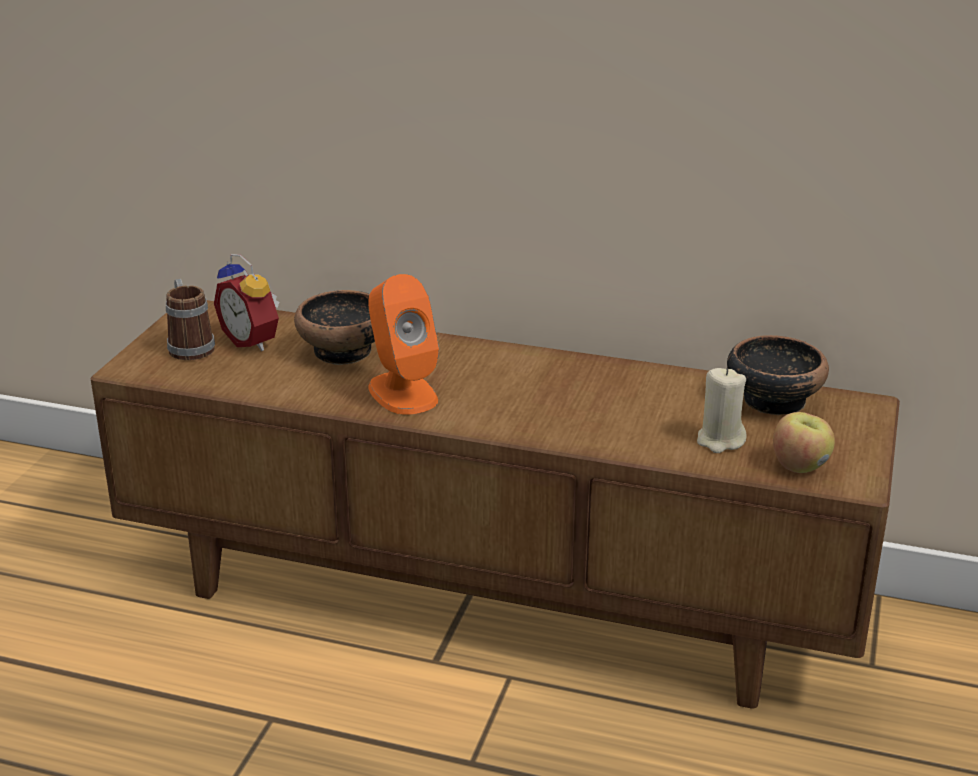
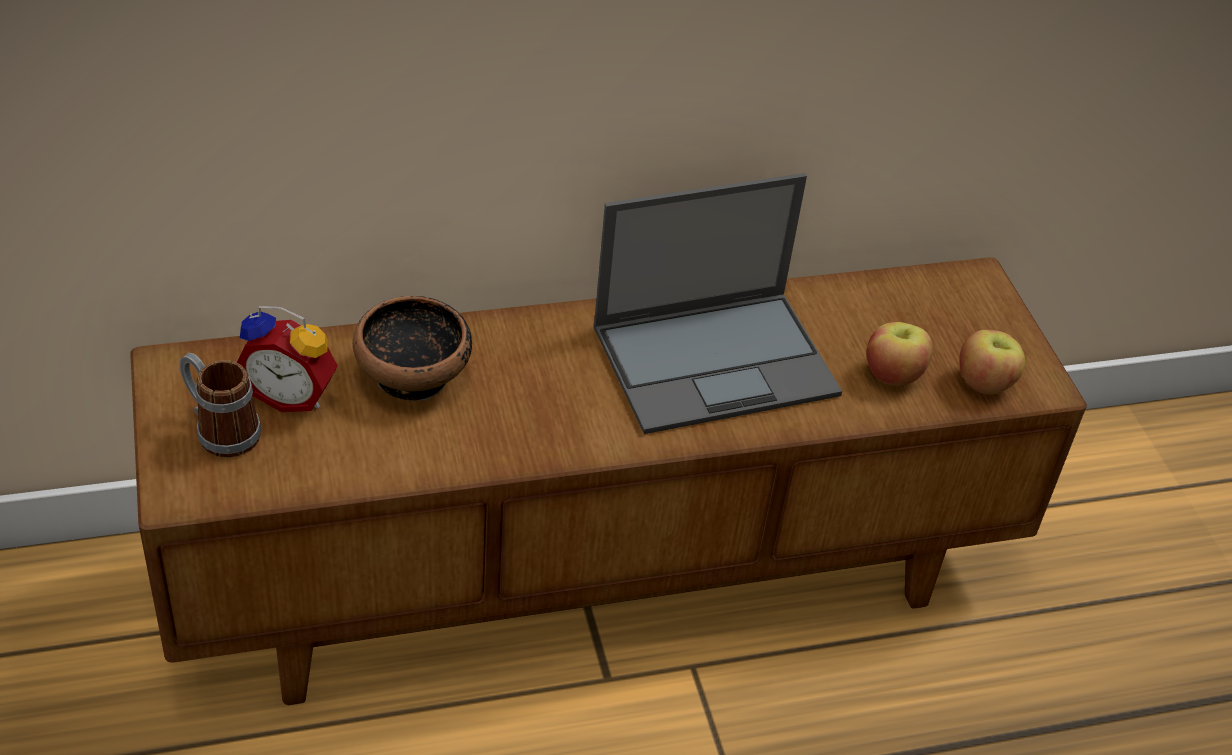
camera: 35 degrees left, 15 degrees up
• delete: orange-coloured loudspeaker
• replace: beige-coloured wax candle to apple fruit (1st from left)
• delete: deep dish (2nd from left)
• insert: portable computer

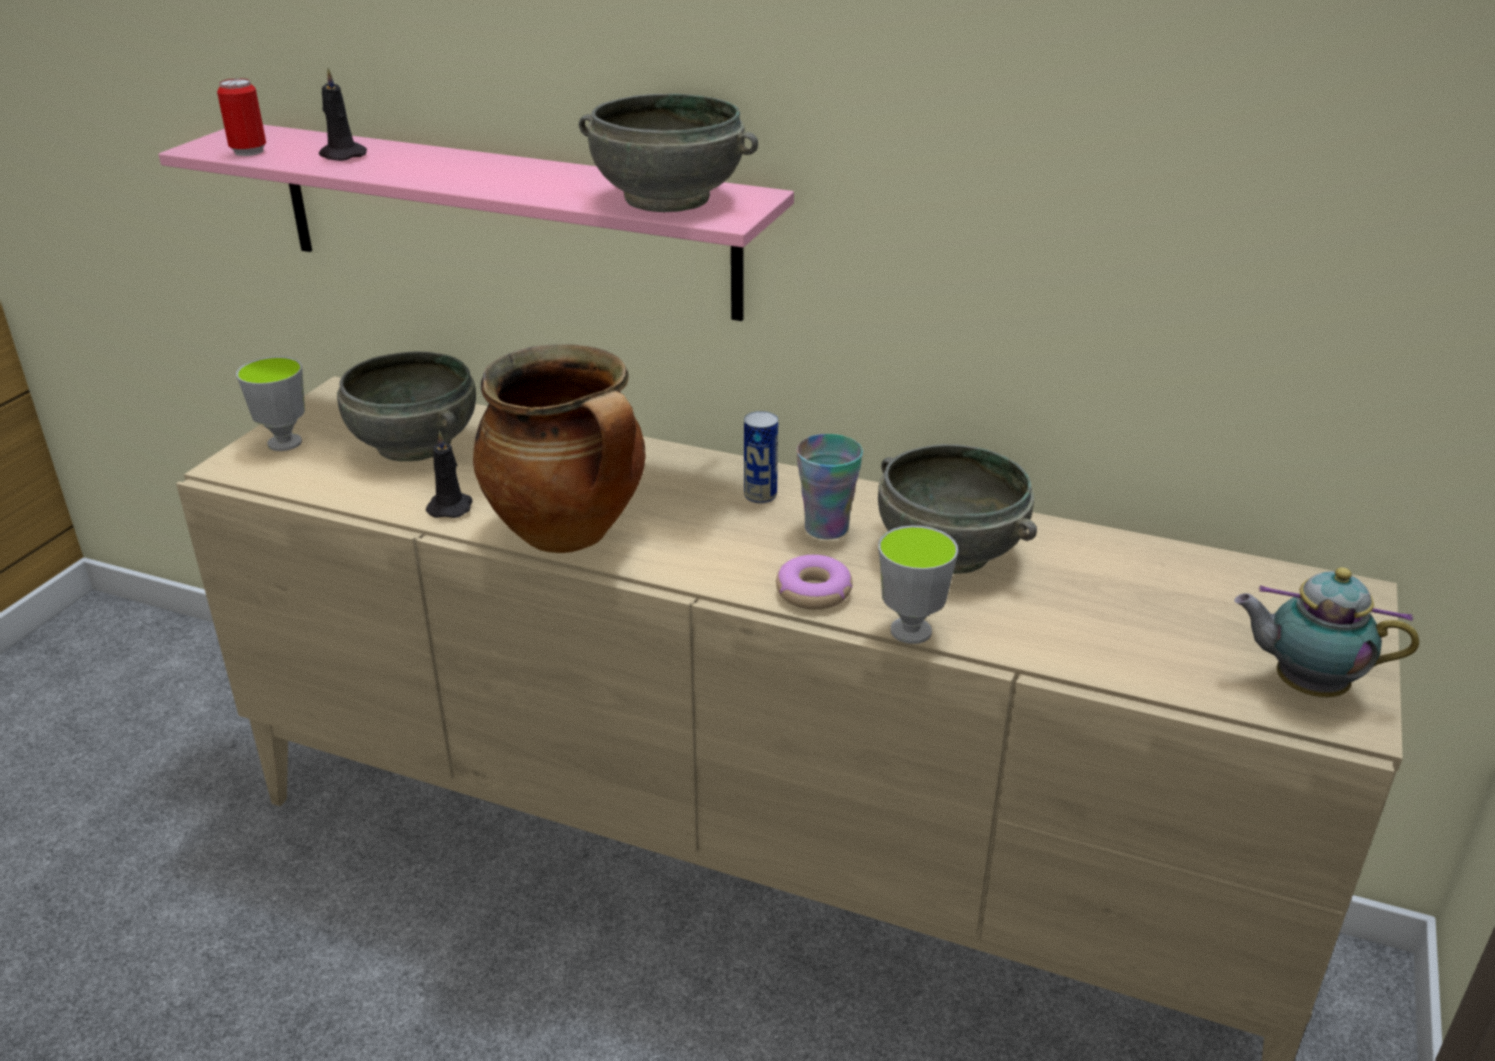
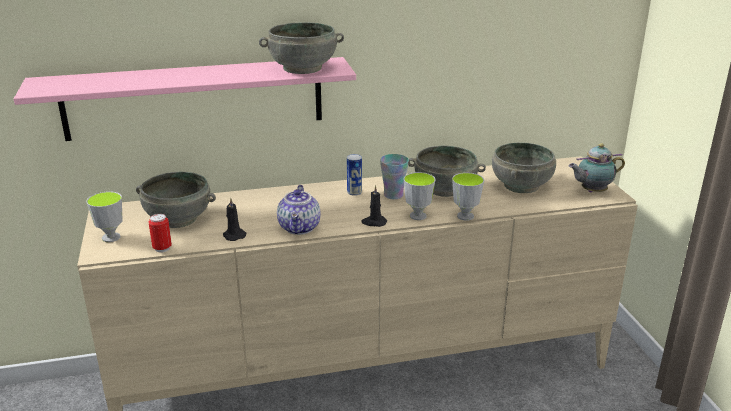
camera: 35 degrees left, 5 degrees down
• move: sealed can (1st from left)
• move: black-coloured wax candle (1st from left in the first image) to black-coloured wax candle (2nd from left)
• replace: stockpot to pot for tea (1st from left)
• replace: ring doughnut to cup (3rd from left)
• insert: grey deep dish (4th from left)

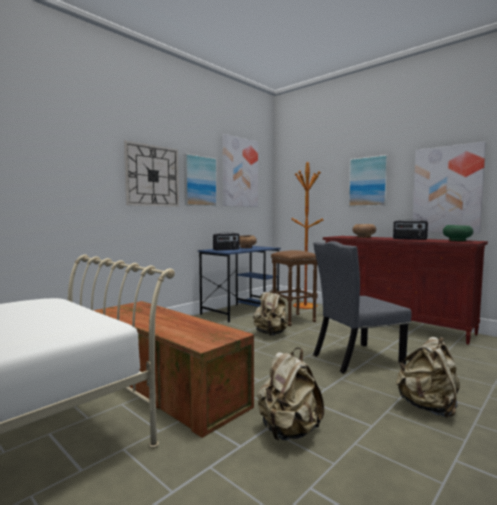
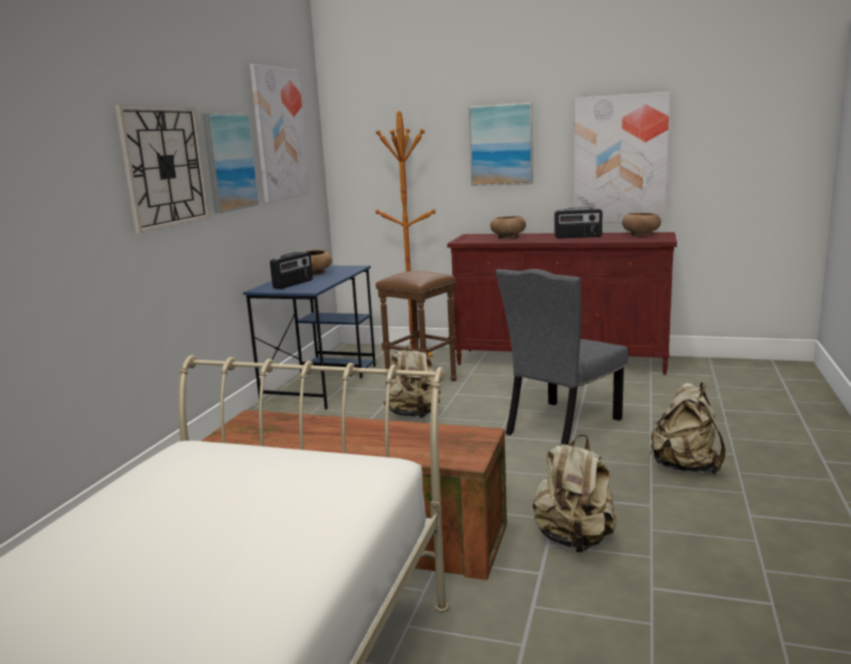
camera: 25 degrees left, 10 degrees up
• recolor: green deep dish to brown-coloured deep dish (3rd from left)

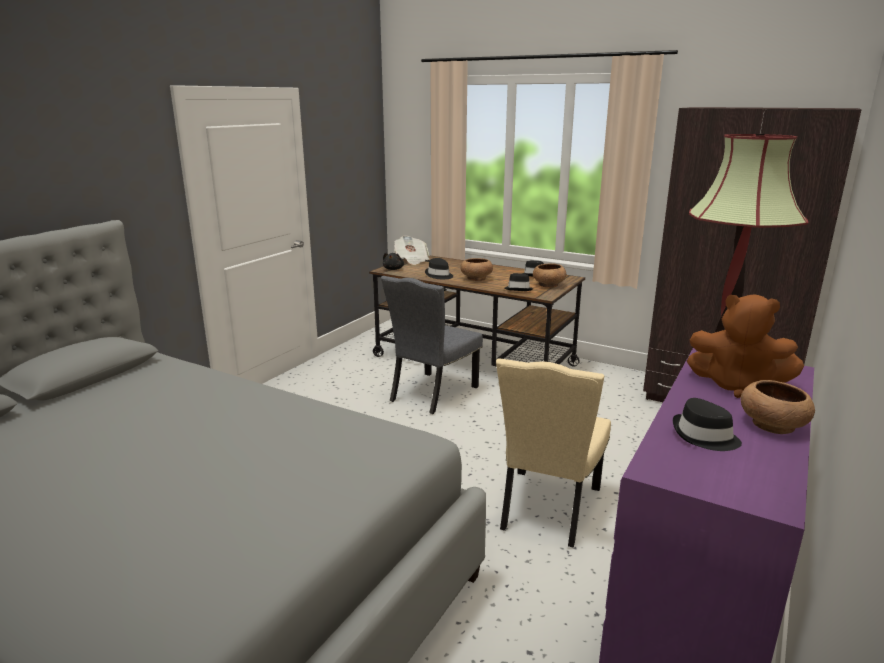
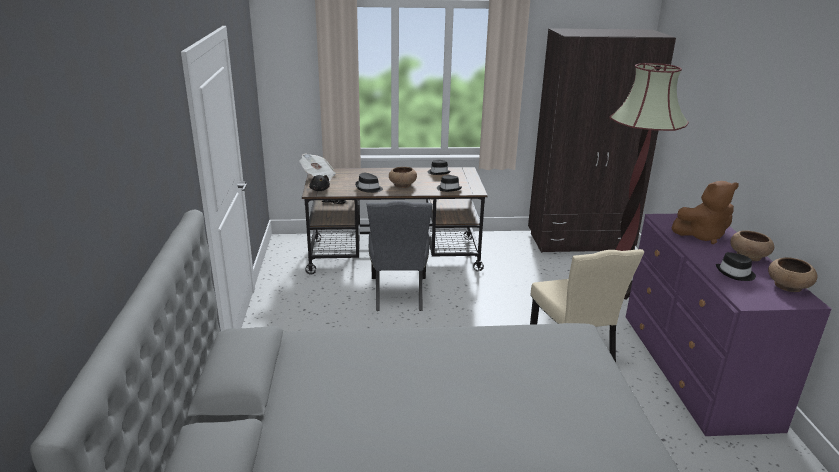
camera: 35 degrees left, 5 degrees up
• move: brown-coloured deep dish (2nd from left in the first image) to brown-coloured deep dish (3rd from left)

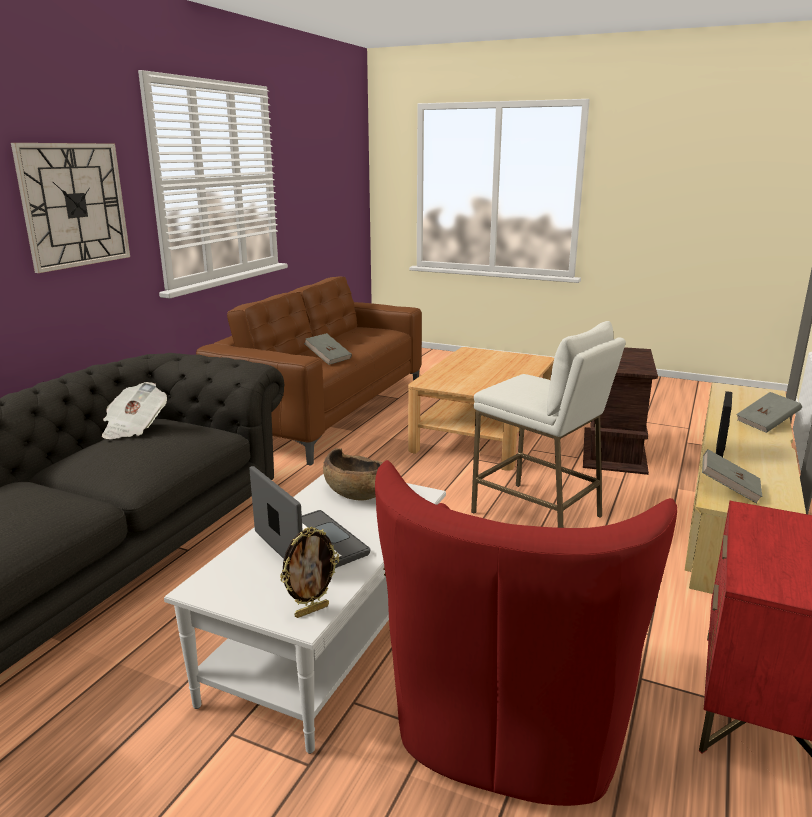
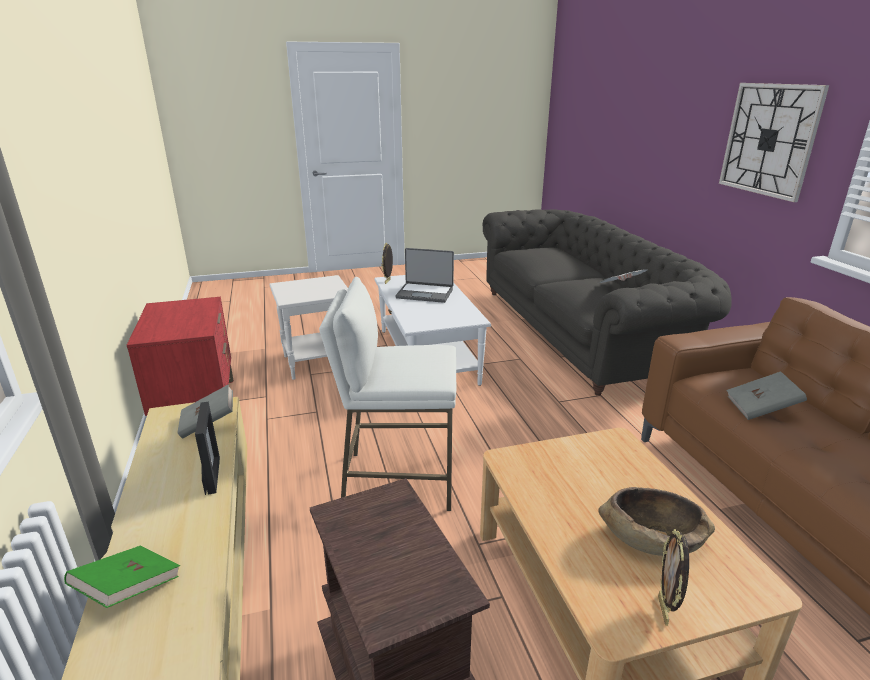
camera: 140 degrees right, 5 degrees up
• move: brown-coloured deep dish
• replace: reddish lounge chair to white-coloured side table
• recolor: grey book (3rd from left) to green book
• insert: standing frame (3rd from left)

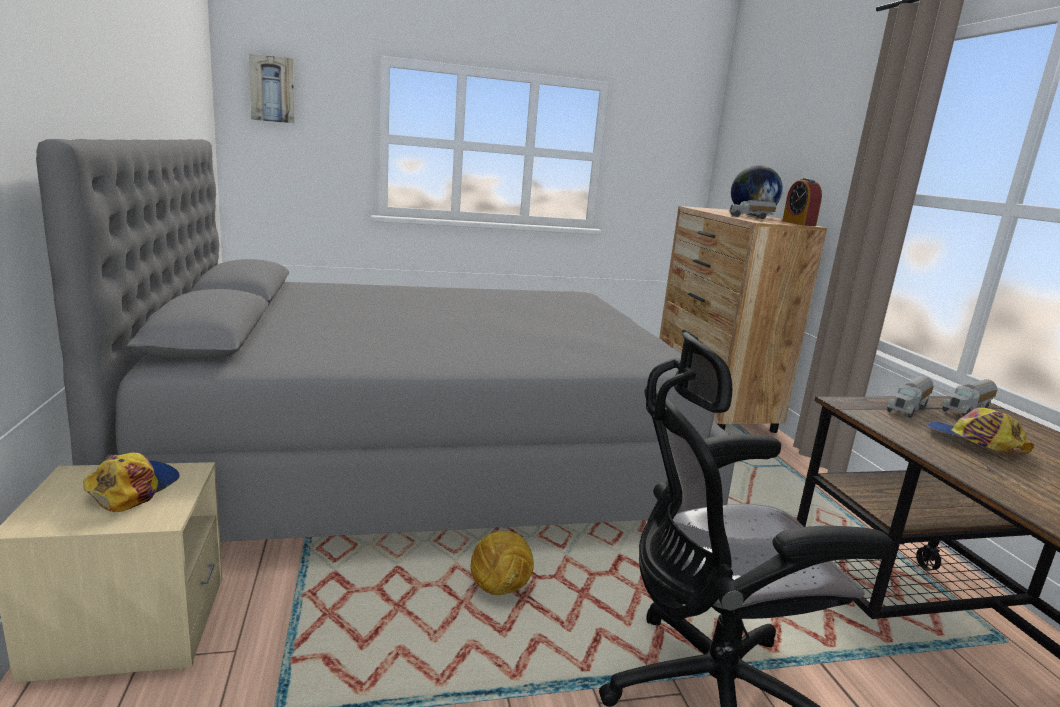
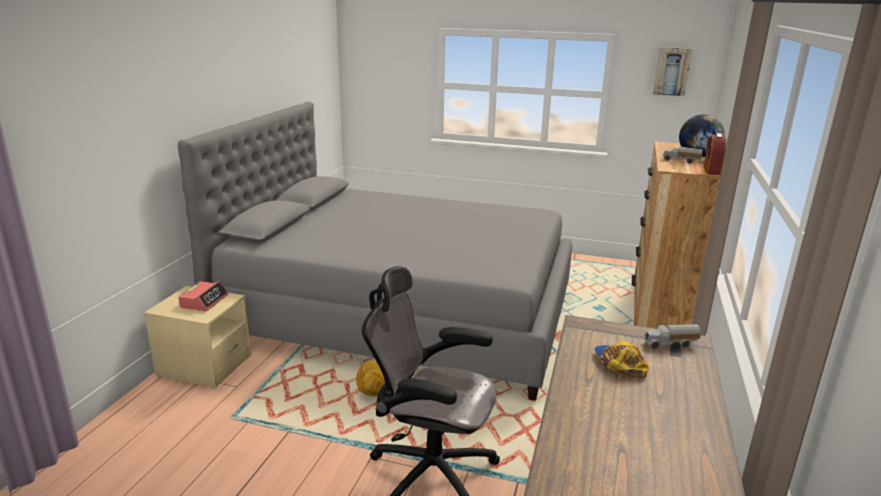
camera: 30 degrees right, 5 degrees up
• replace: cap (1st from left) to alarm clock (1st from left)
• move: picture
• delete: toy truck (2nd from left)

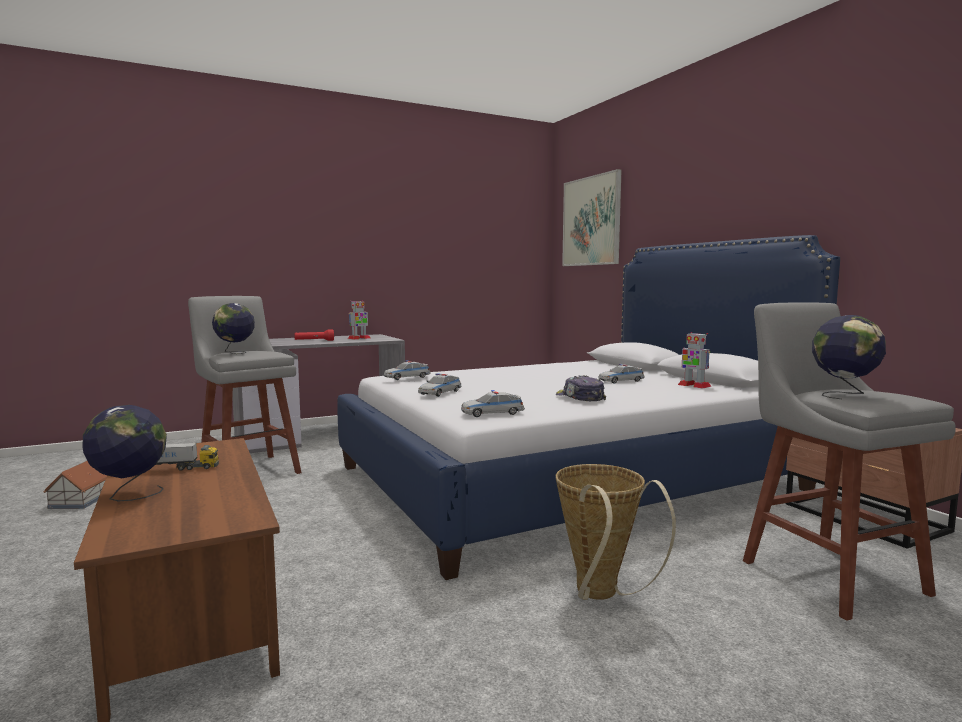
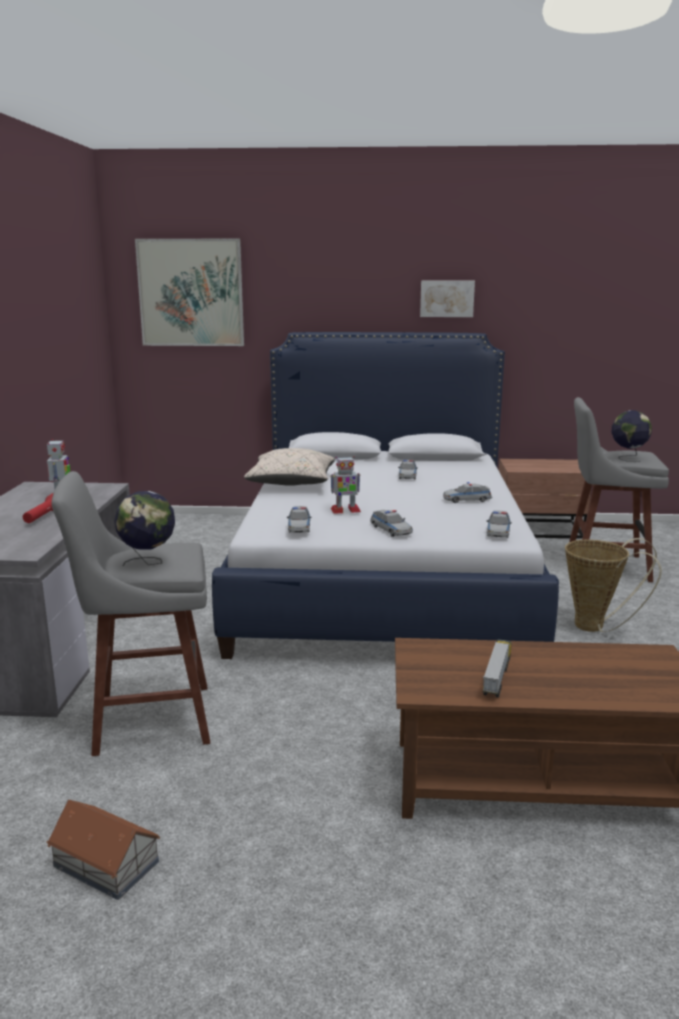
camera: 60 degrees left, 10 degrees up
• delete: desk globe (1st from left)
• replace: cap to toy car (4th from left)
• move: model robot (2nd from left)
• insert: beige-coloured throw pillow
• insert: picture (2nd from left)

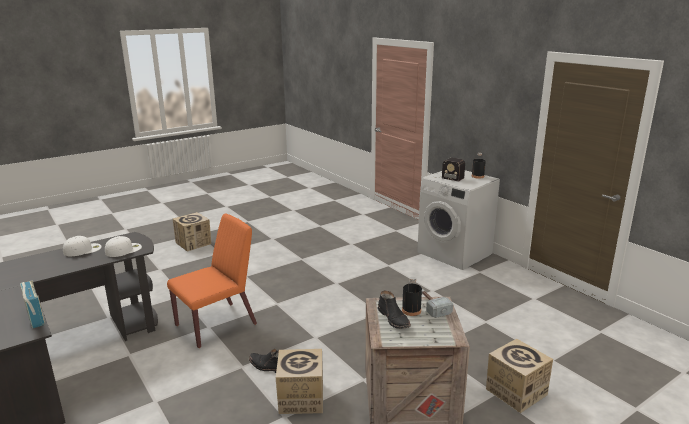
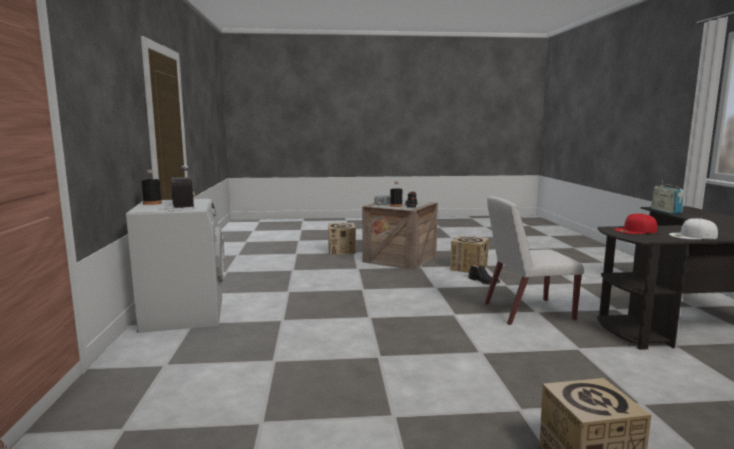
camera: 150 degrees left, 10 degrees down
• recolor: white-coloured cap (2nd from left) to reddish cap
• recolor: orange-coloured upright chair to white-coloured upright chair

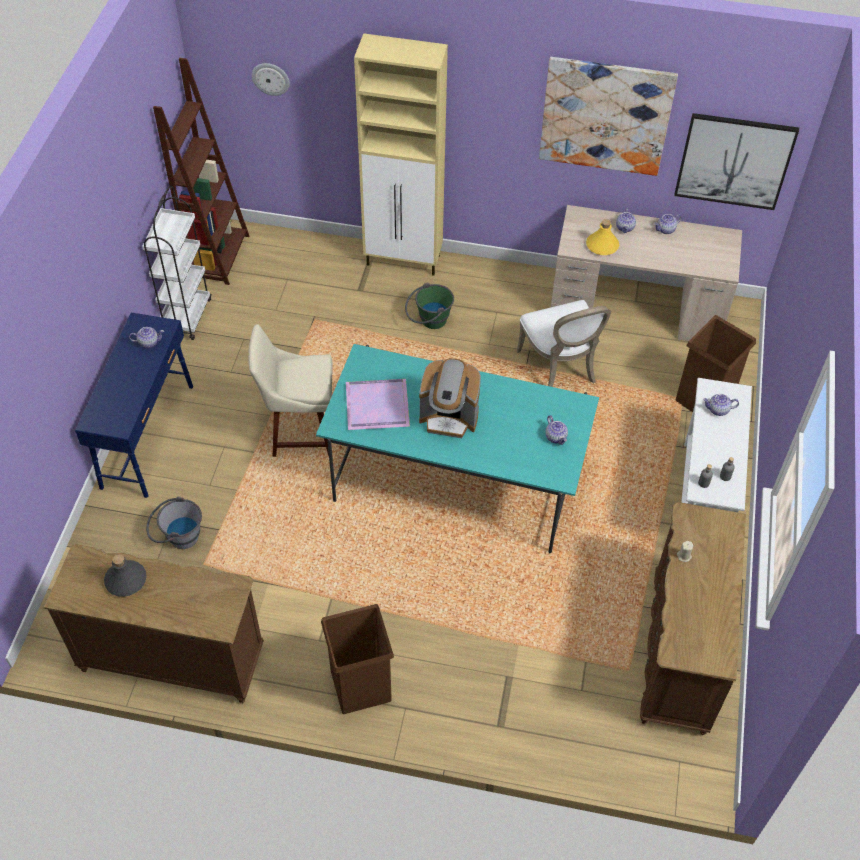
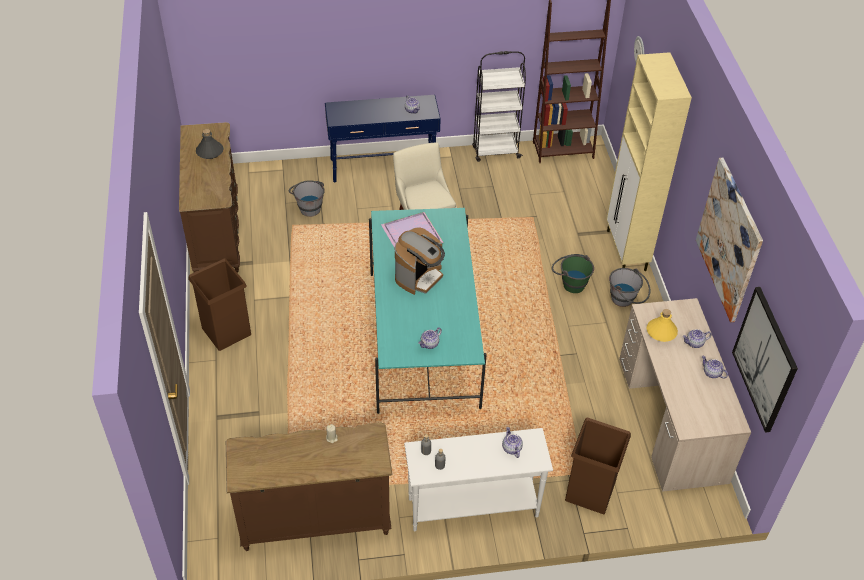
camera: 70 degrees right, 5 degrees down
• rotate: coffee maker 135 degrees counterclockwise
• delete: white-coloured upright chair
• insert: grey bucket (2nd from left)

